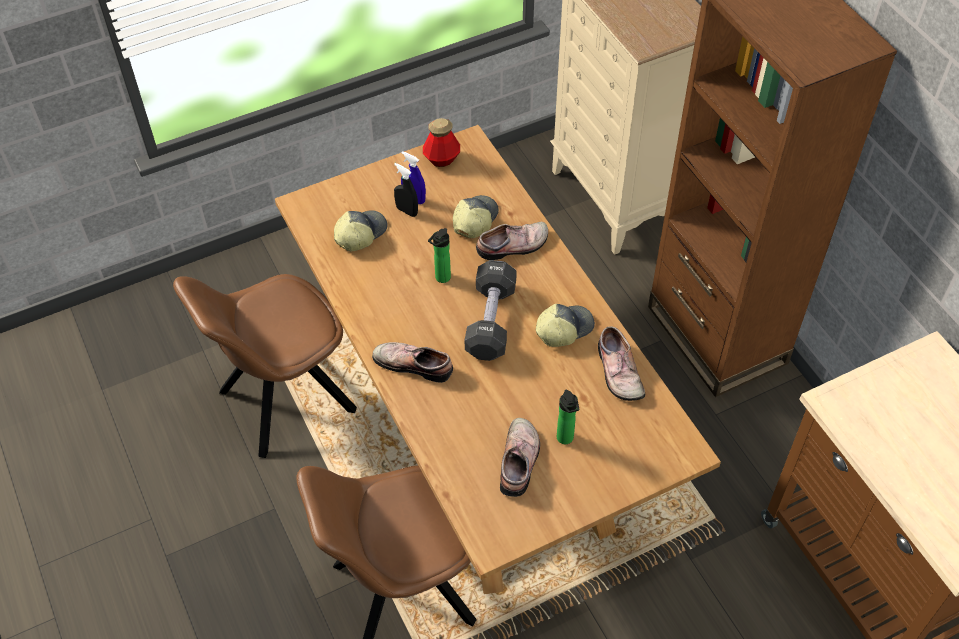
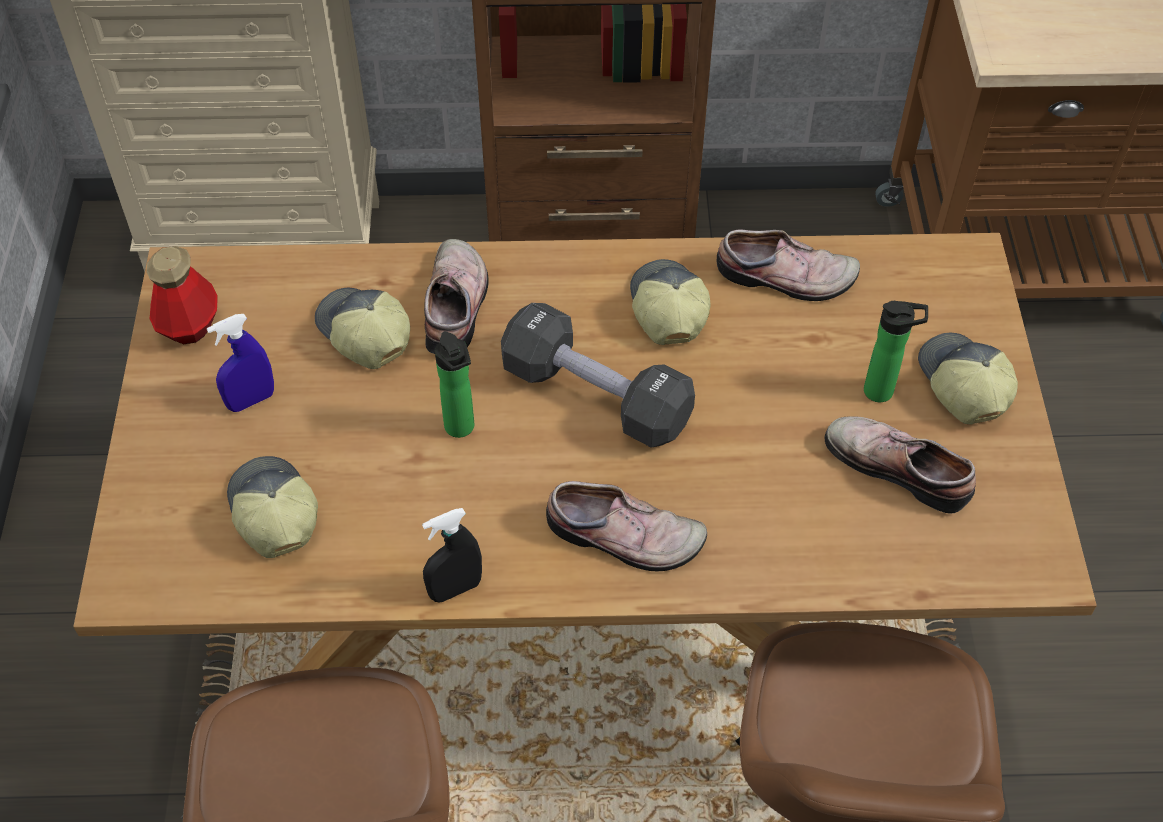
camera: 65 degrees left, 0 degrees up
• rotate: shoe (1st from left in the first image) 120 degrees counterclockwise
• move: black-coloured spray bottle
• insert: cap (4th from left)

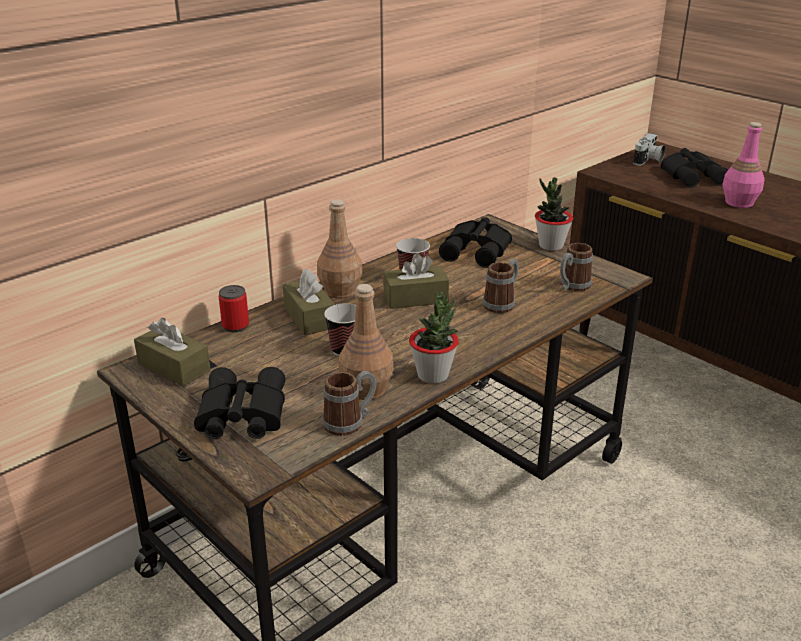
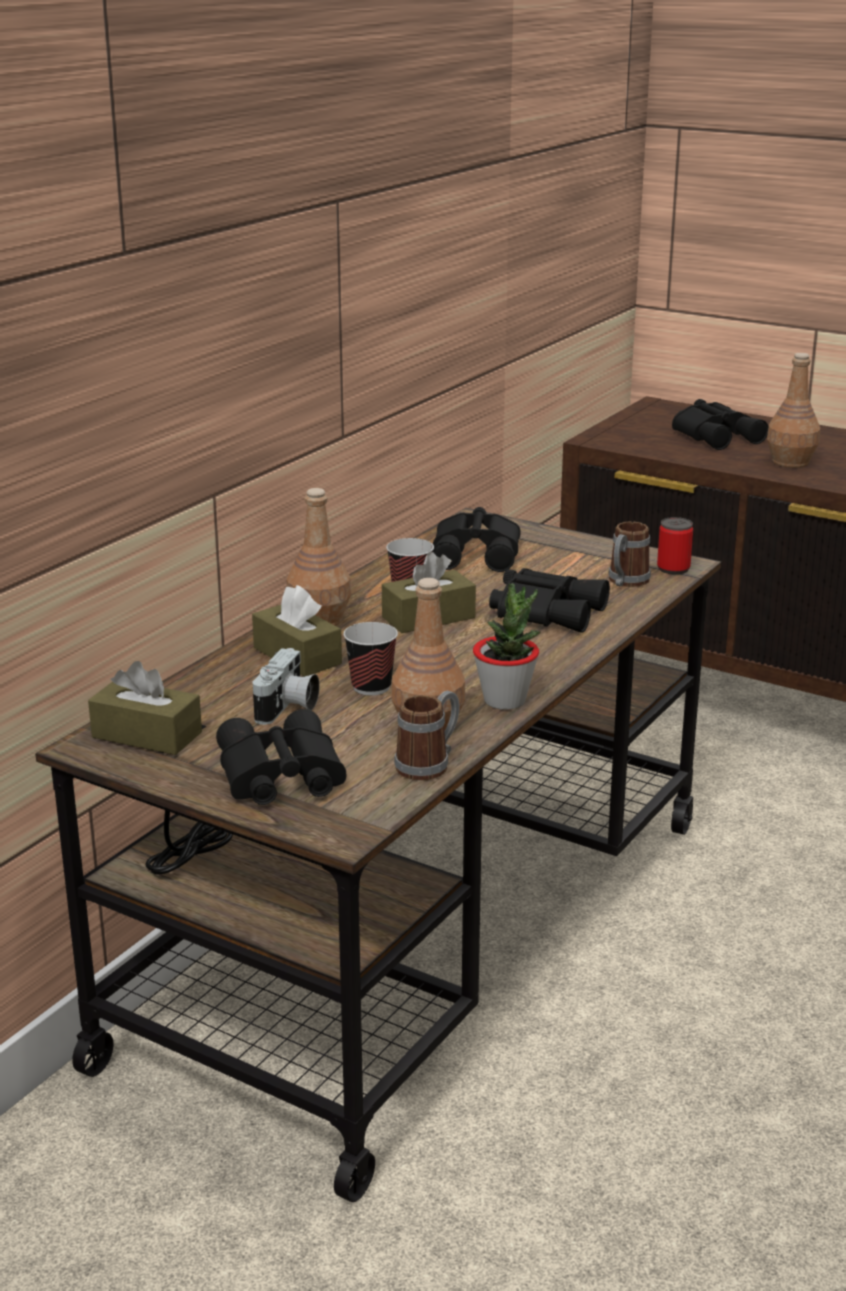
camera: 15 degrees left, 5 degrees down
• move: sealed can
• replace: tea mug (2nd from left) to black-coloured pair of binoculars (3rd from left)
• delete: houseplant (2nd from left)
• move: still camera
• recolor: pink-coloured beverage bottle to brown-coloured beverage bottle (3rd from left)

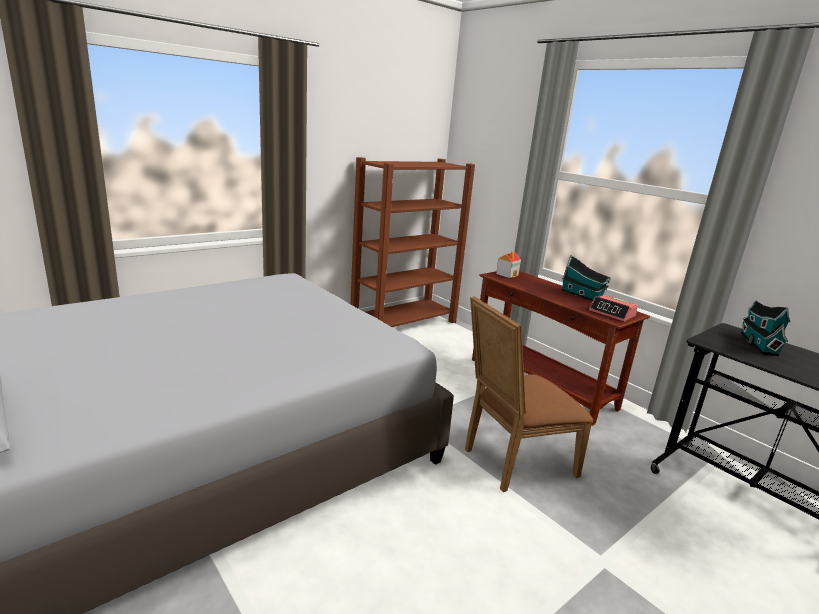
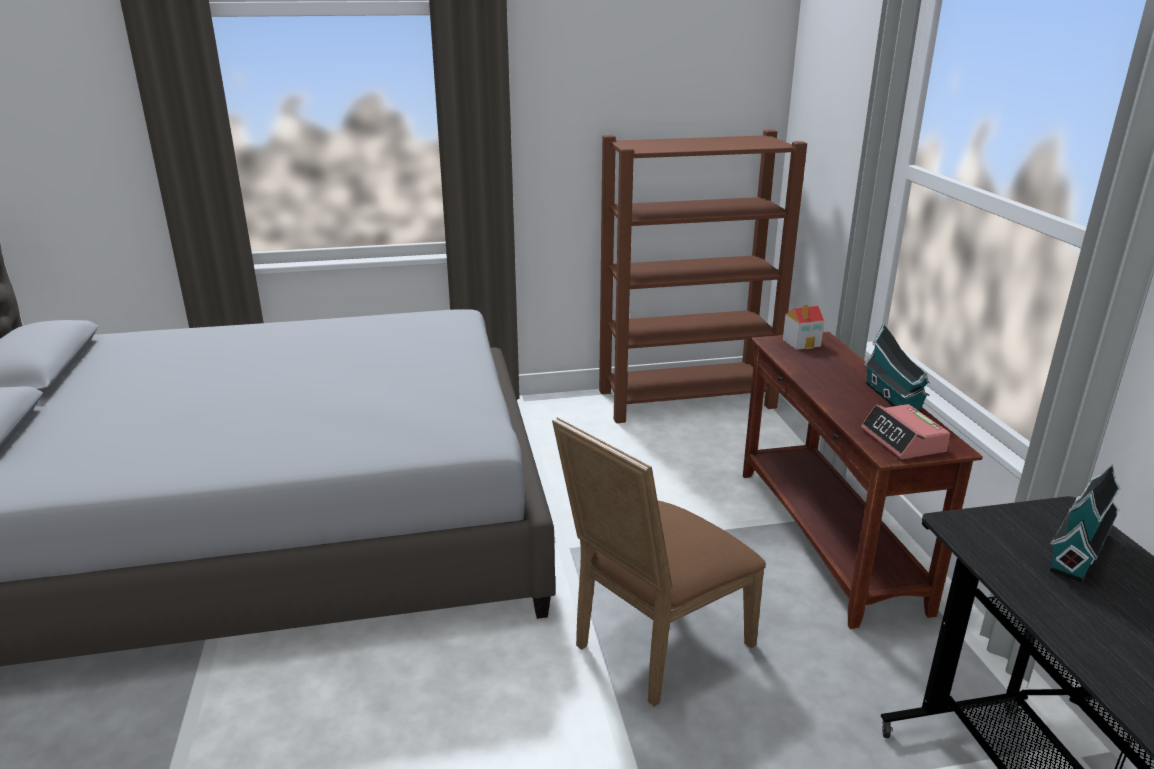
camera: 30 degrees right, 5 degrees up
• rotate: brown-coloured upright chair 45 degrees counterclockwise

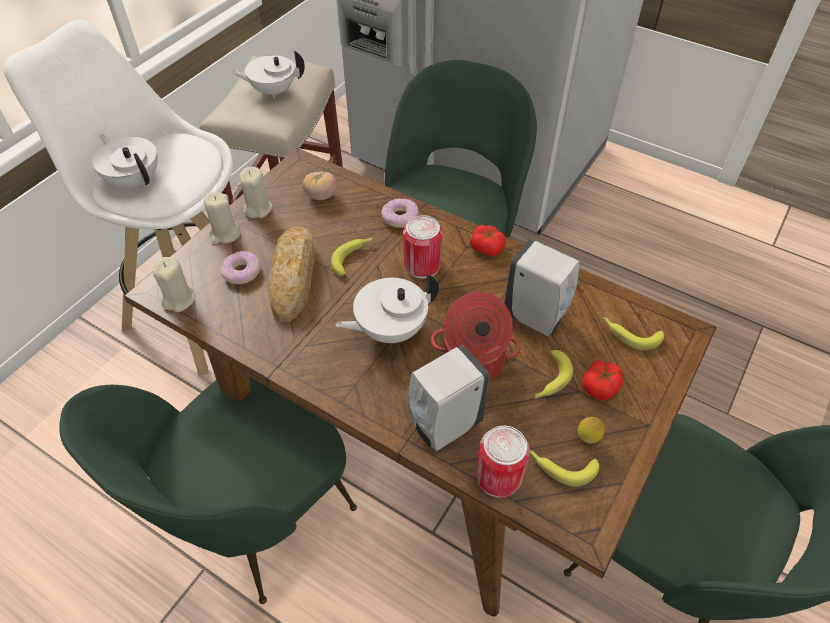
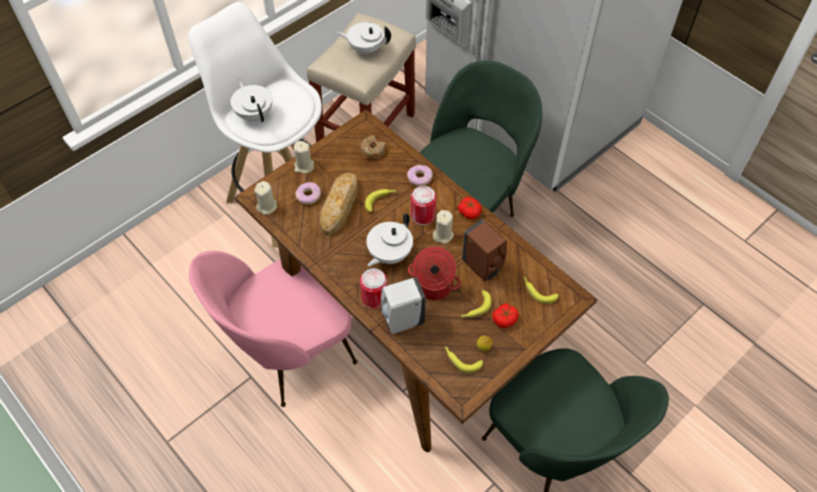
camera: 15 degrees right, 5 degrees up
• recolor: green upright chair (1st from left) to pink-coloured upright chair
• move: beige-coloured wax candle (3rd from left)
• replace: whole tomato (1st from left) to ring doughnut (2nd from left)
• rotate: white-coloured pot for tea (3rd from left) 45 degrees counterclockwise
• move: sealed can (2nd from left in the first image) to sealed can (1st from left)
• recolor: white-coloured liquid soap bottle (2nd from left) to brown-coloured liquid soap bottle

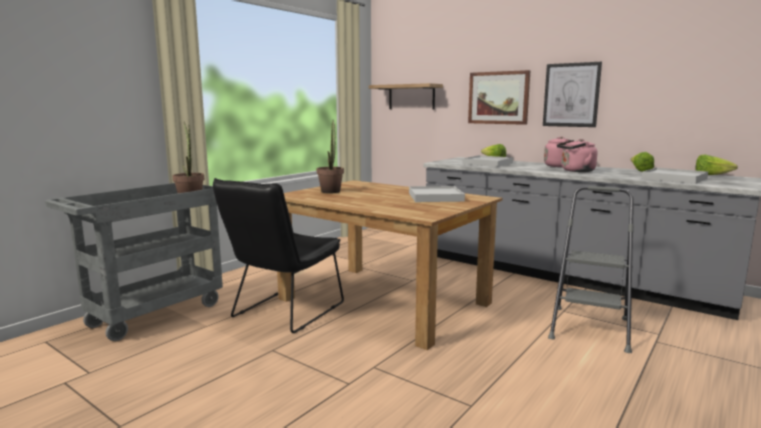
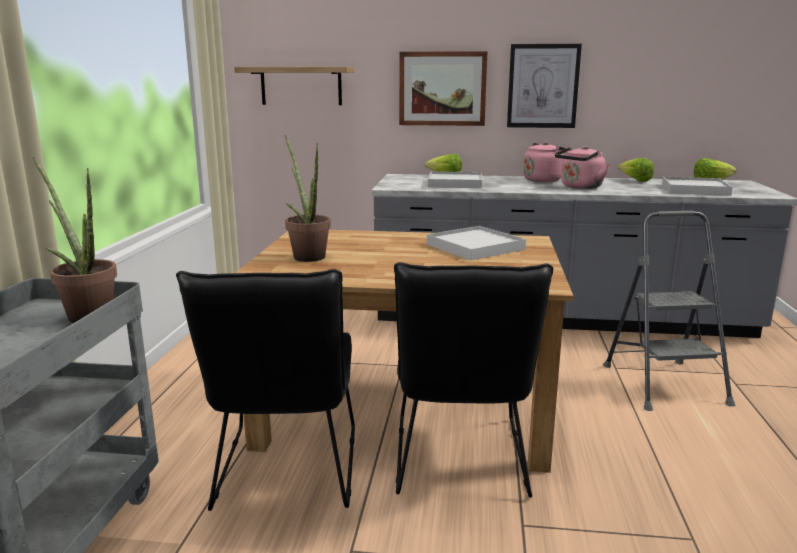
camera: 30 degrees left, 5 degrees up
• insert: black-coloured upright chair (2nd from left)

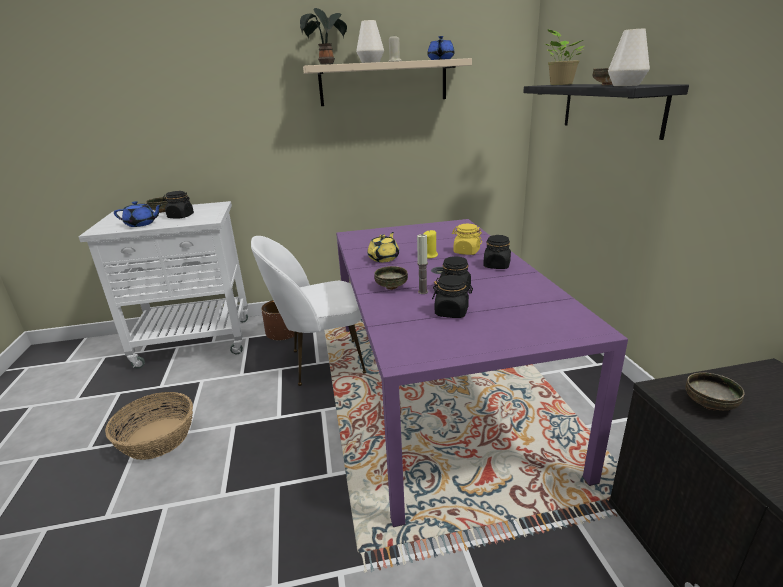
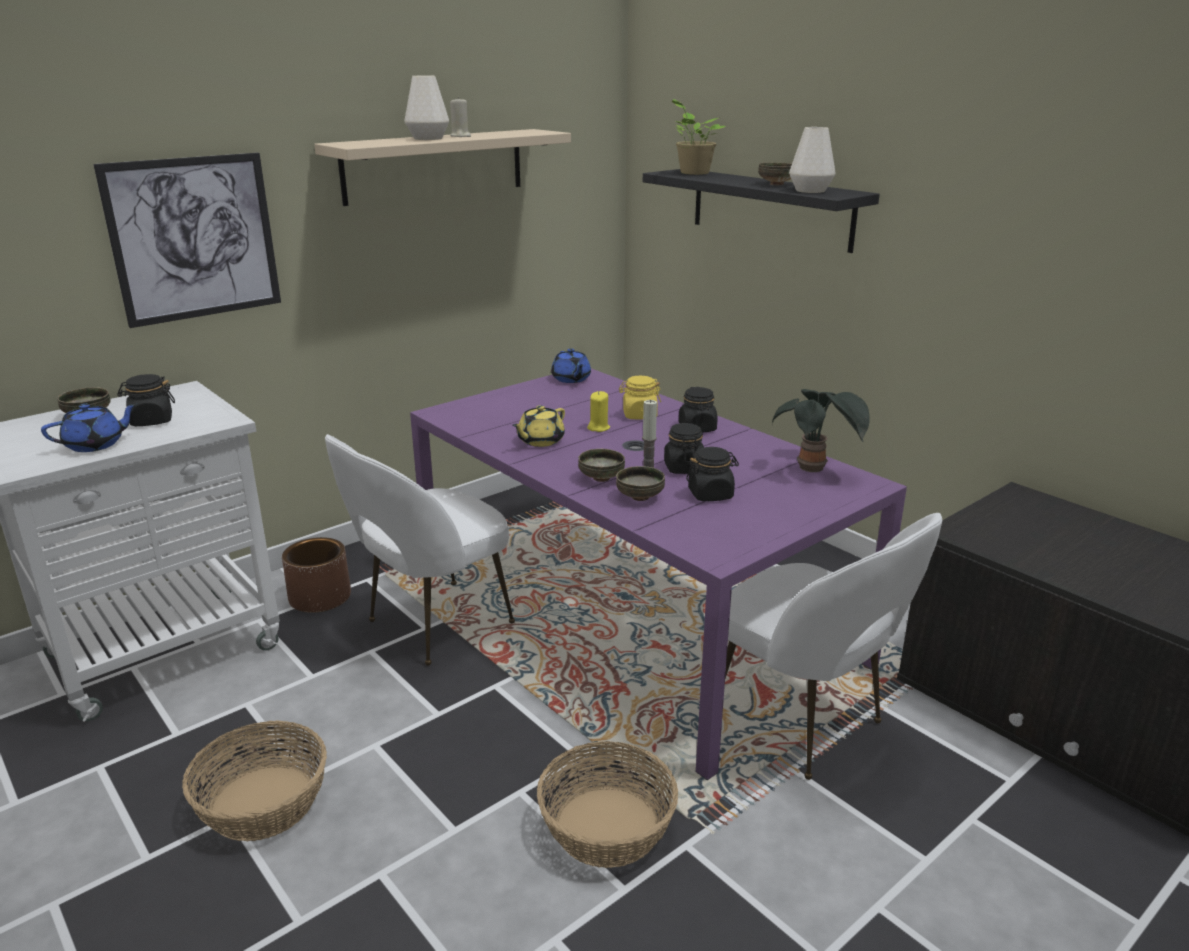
camera: 30 degrees left, 0 degrees up
• move: houseplant (1st from left in the first image) to houseplant (2nd from left)
• rotate: yellow-coloured pot for tea 135 degrees counterclockwise
• move: blue-coloured pot for tea (2nd from left)
• move: deep dish (4th from left in the first image) to deep dish (3rd from left)
• insert: picture
• insert: basket (2nd from left)
• insert: white-coloured upright chair (2nd from left)

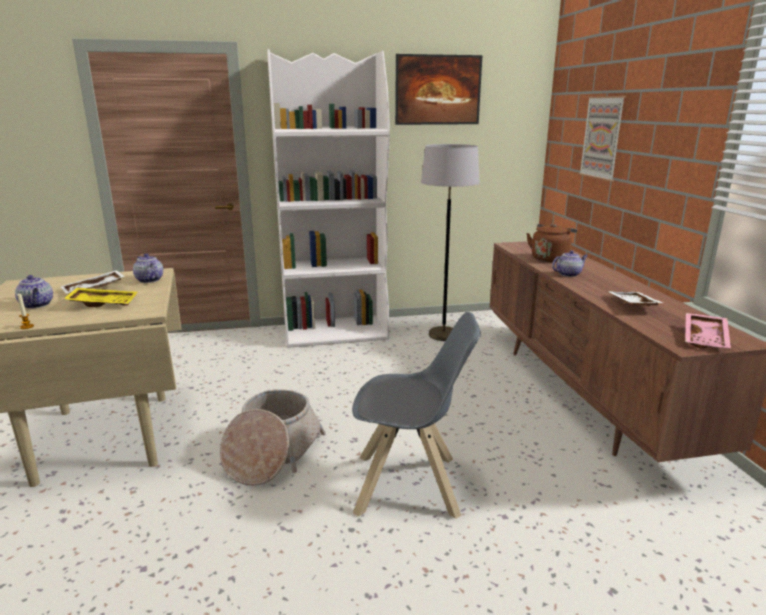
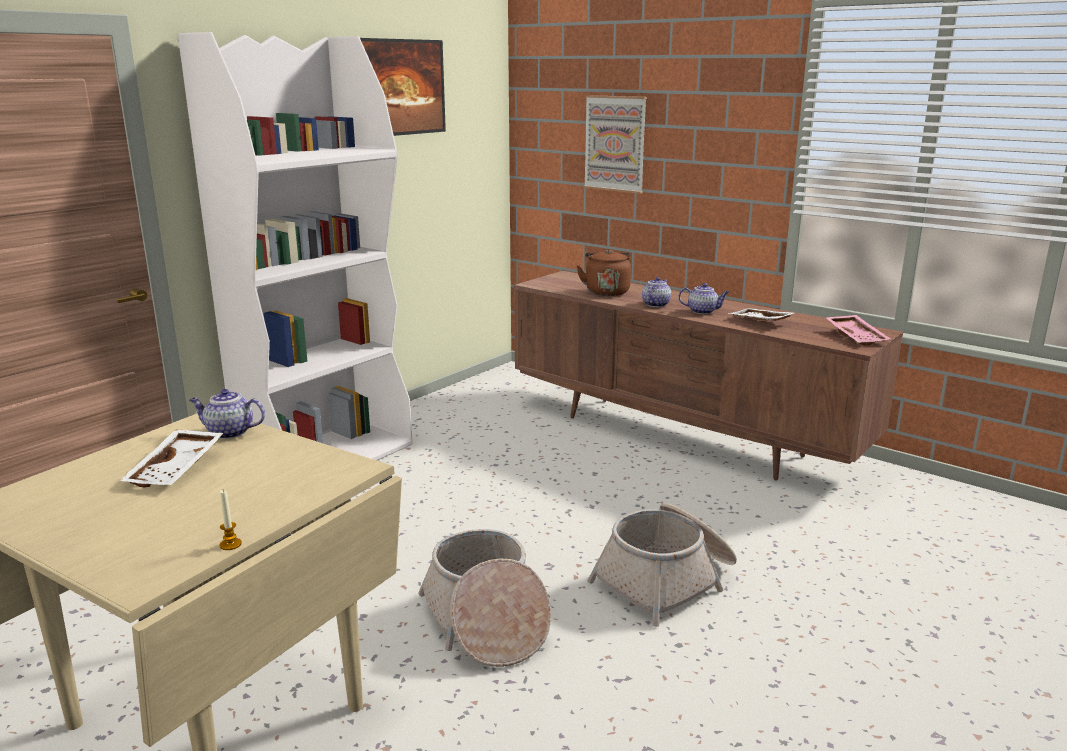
camera: 40 degrees left, 0 degrees up
• move: pot for tea (1st from left in the first image) to pot for tea (3rd from left)
• delete: yellow-coloured carrying tray
• replace: grey upright chair to basket (2nd from left)
• delete: grey standing lamp

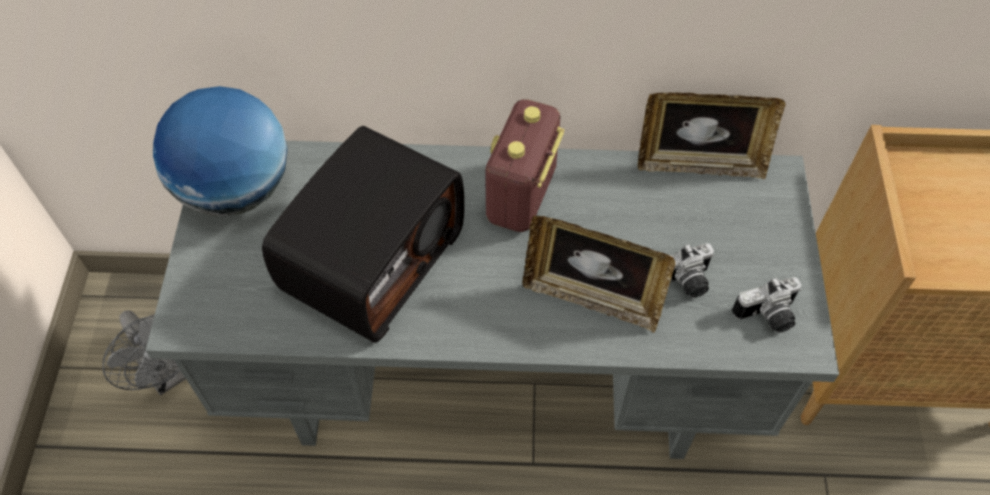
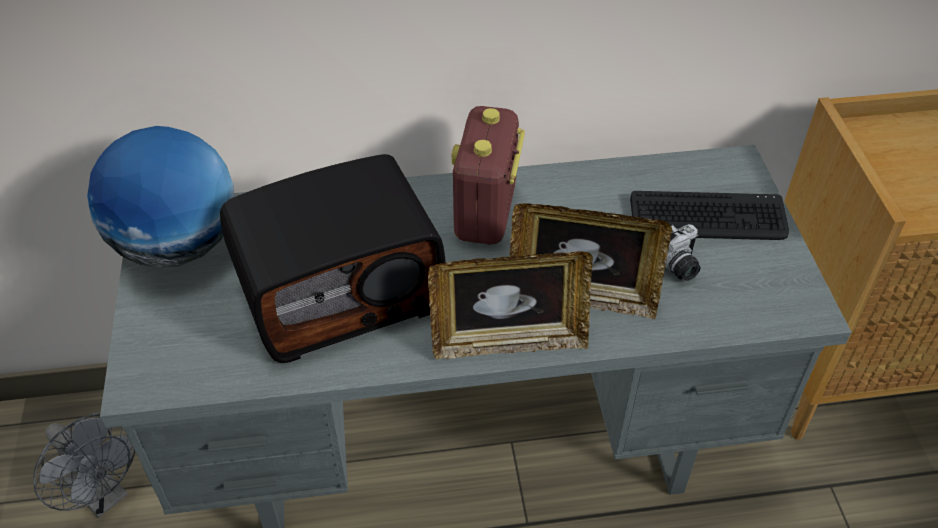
camera: 10 degrees left, 10 degrees down
• rotate: radio set (1st from left) 45 degrees clockwise
• move: standing frame (2nd from left in the first image) to standing frame (1st from left)
• delete: still camera (2nd from left)
• insert: PC keyboard

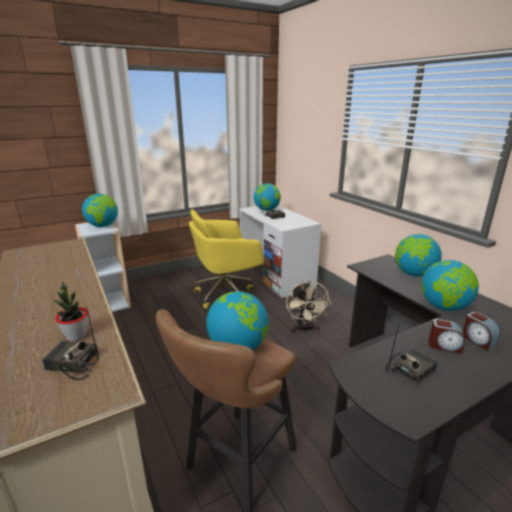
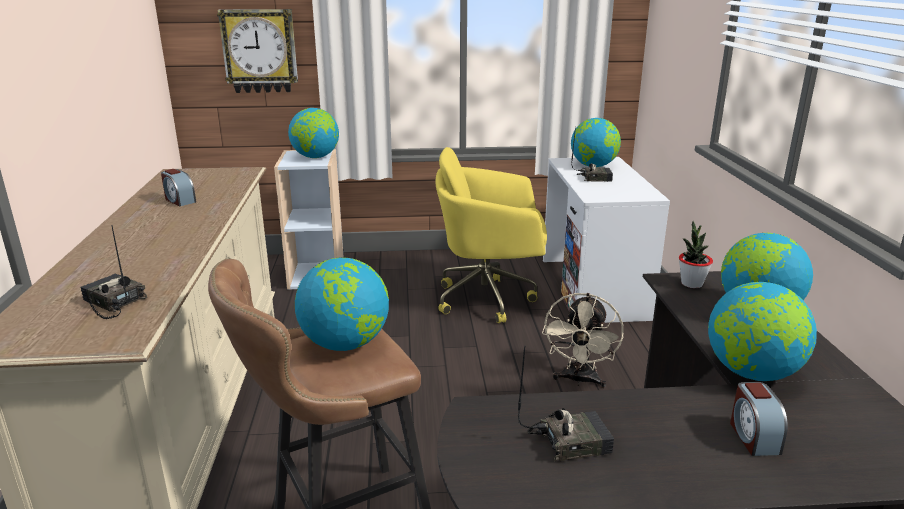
camera: 25 degrees right, 0 degrees up
• move: houseplant
• move: alarm clock (1st from left)
• insert: hanging clock

